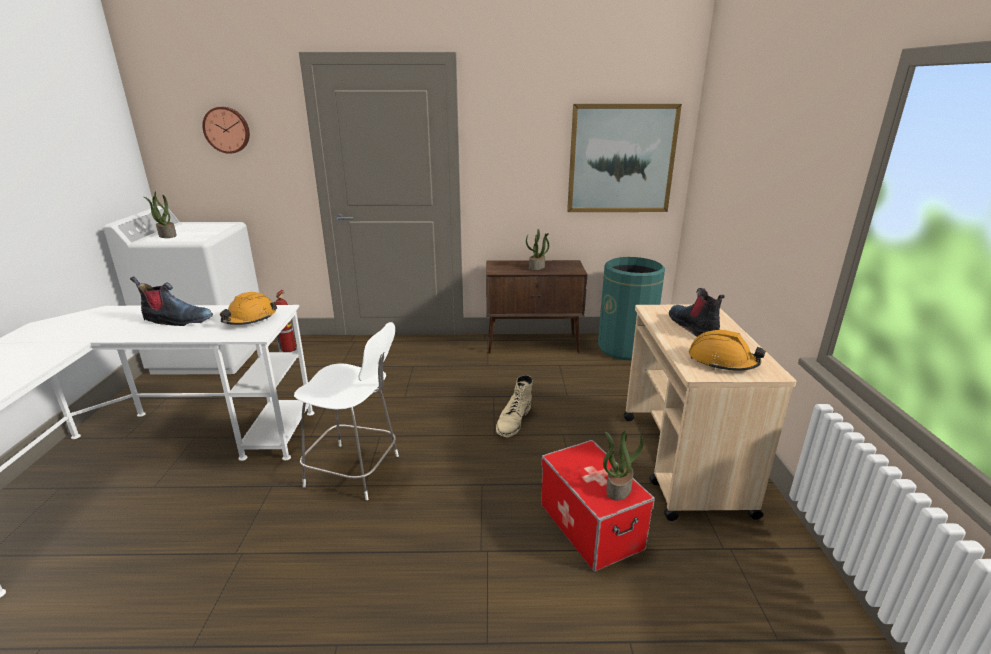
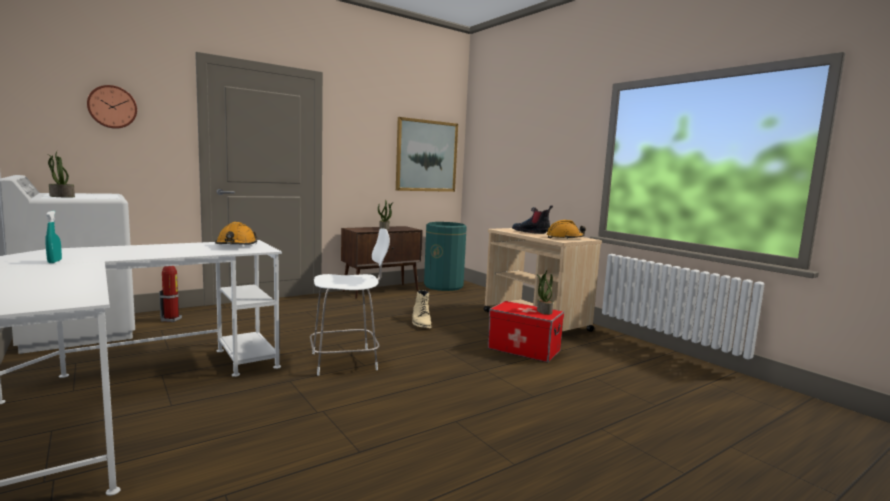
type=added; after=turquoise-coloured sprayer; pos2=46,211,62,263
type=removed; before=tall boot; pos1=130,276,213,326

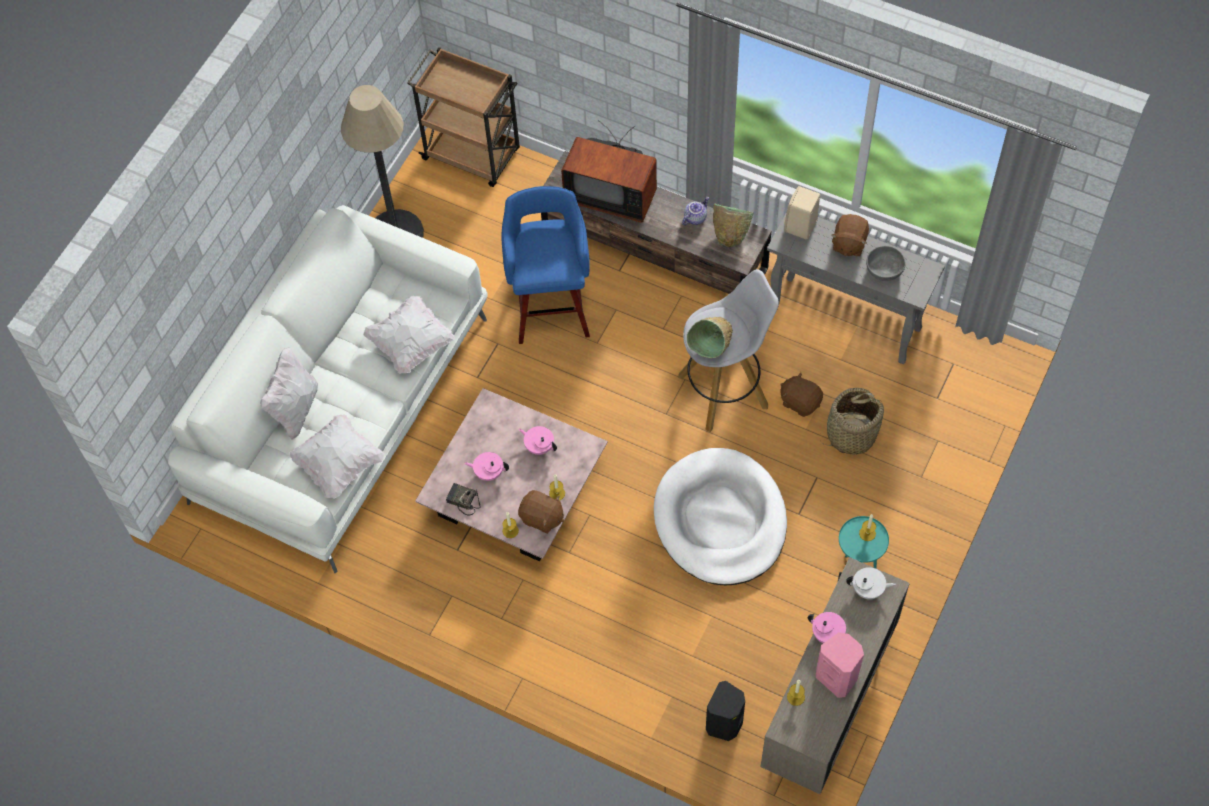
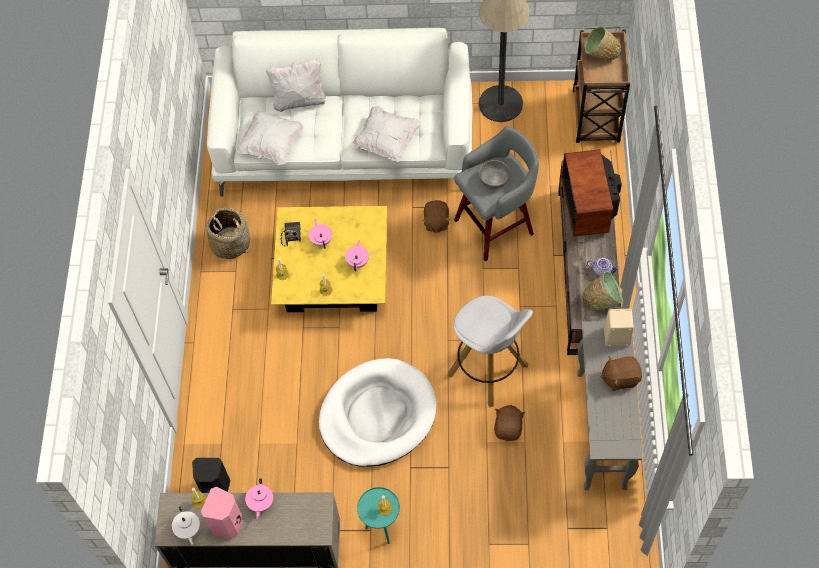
type=moved; before=whitish pot for tea; pos1=846,567,896,599; pos2=172,506,200,545
type=moved; before=basket; pos1=821,388,884,454; pos2=206,208,250,259
type=recoloured; before=pink coffee table; after=yellow coffee table; pos1=415,388,608,561; pos2=271,206,387,313
type=moved; before=brown plush toy; pos1=518,490,564,534; pos2=422,200,450,233
type=recoloured; before=bluish sitting stool; after=gray sitting stool; pos1=501,186,590,344; pos2=454,126,539,261
type=moved; before=gray serving bowl; pos1=866,246,906,281; pos2=479,160,510,189
type=moved; before=green-coloured serving bowl; pos1=687,317,733,358; pos2=584,27,621,60

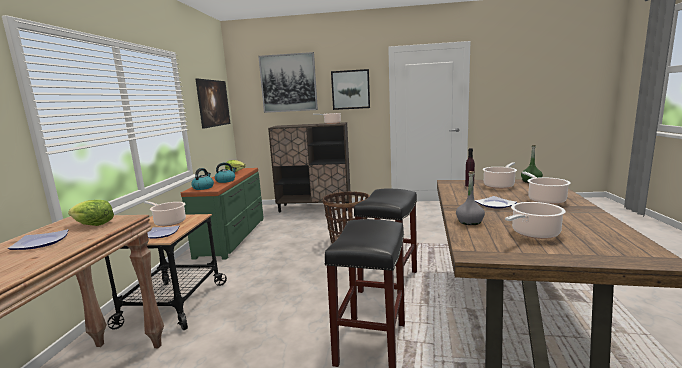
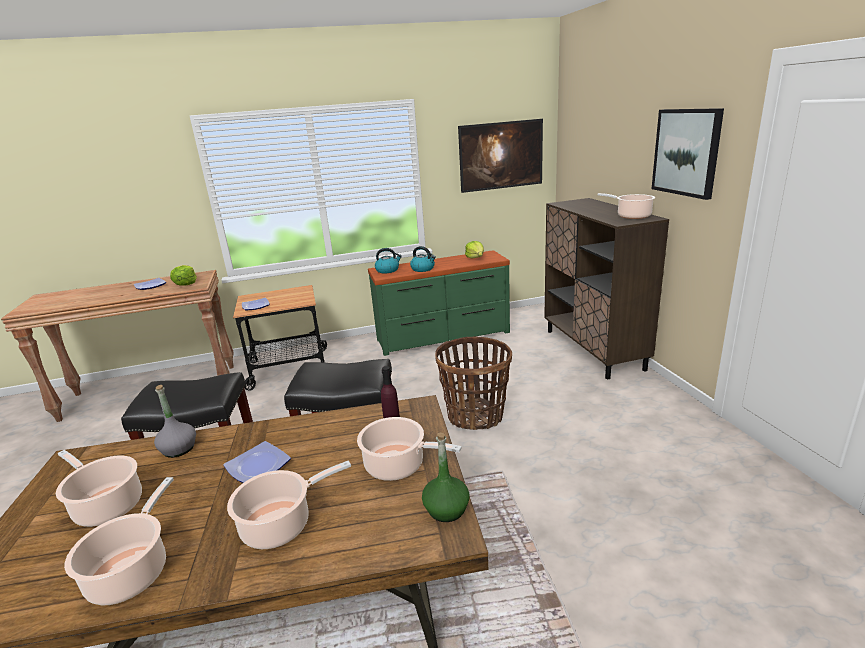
type=moved; before=cooking pot; pos1=144,201,186,226; pos2=64,477,174,605
type=removed; before=picture; pos1=258,52,318,113

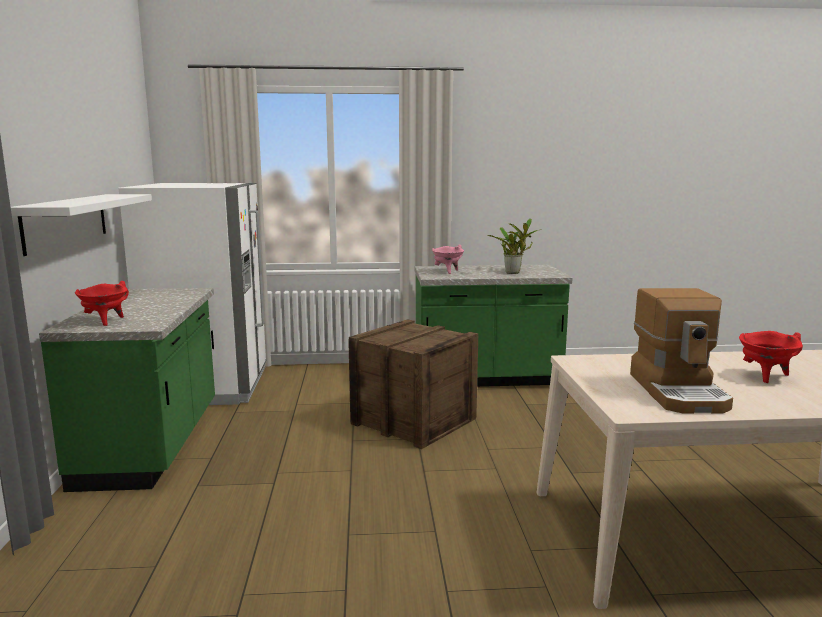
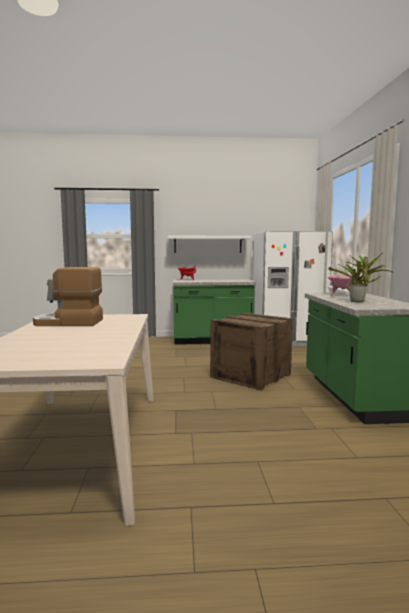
type=removed; before=red-coloured cooking pot; pos1=739,331,803,383

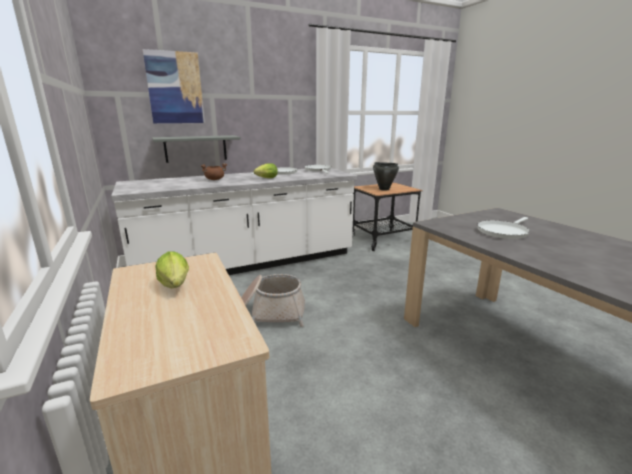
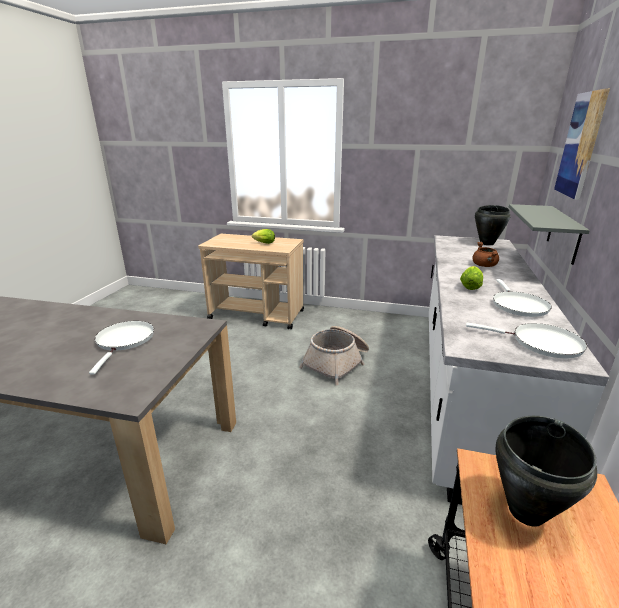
type=added; after=black cooking pot; pos2=475,205,511,245

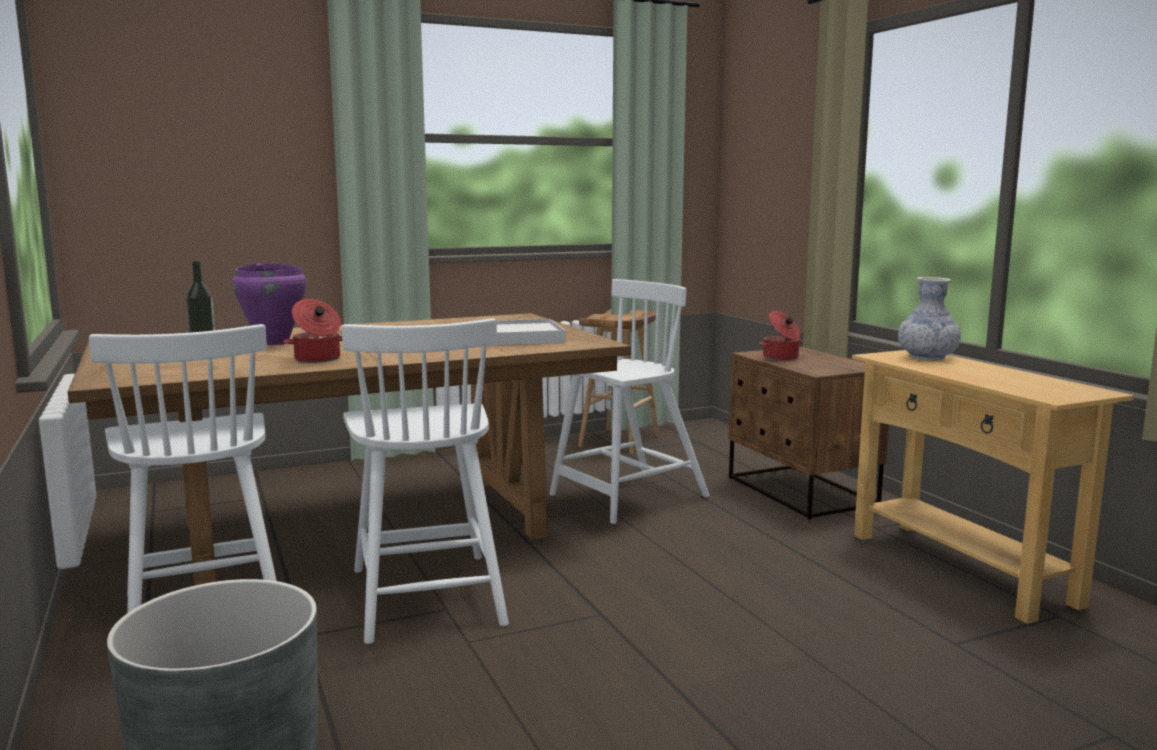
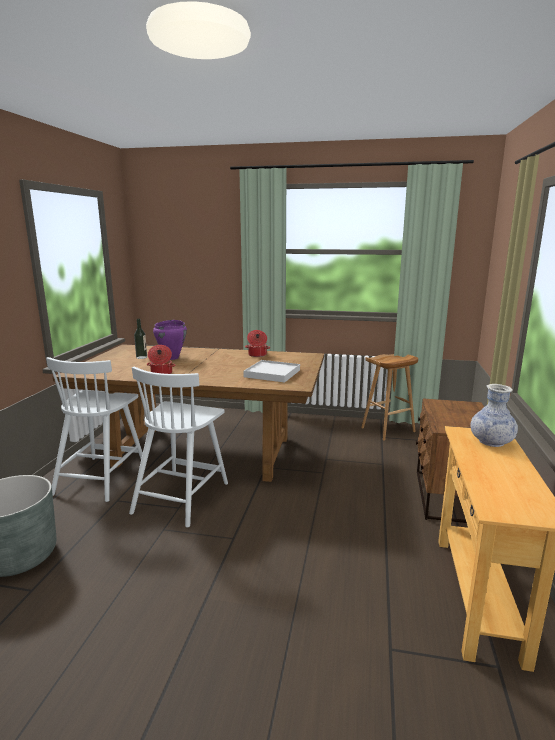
type=moved; before=cooking pot; pos1=759,311,804,361; pos2=245,330,270,357
type=removed; before=whitish chair; pos1=549,279,710,524

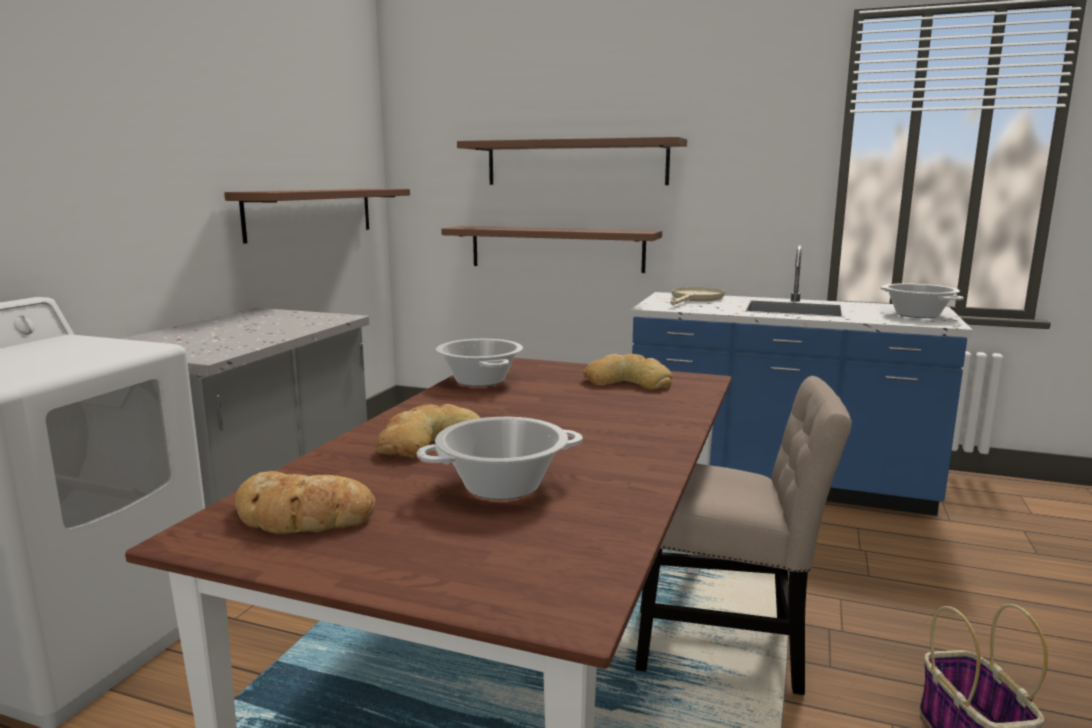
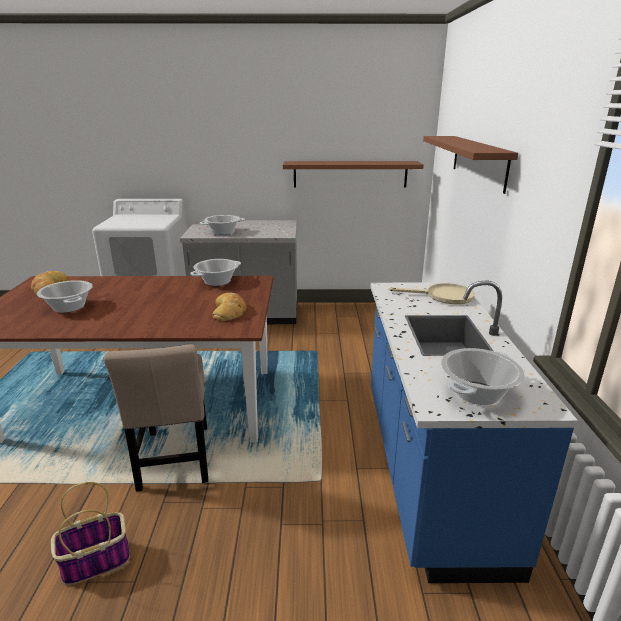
type=added; after=cooking pot; pos2=200,215,245,235
type=removed; before=baked bread; pos1=376,404,480,458
type=removed; before=brown wall shelf; pos1=441,226,662,273

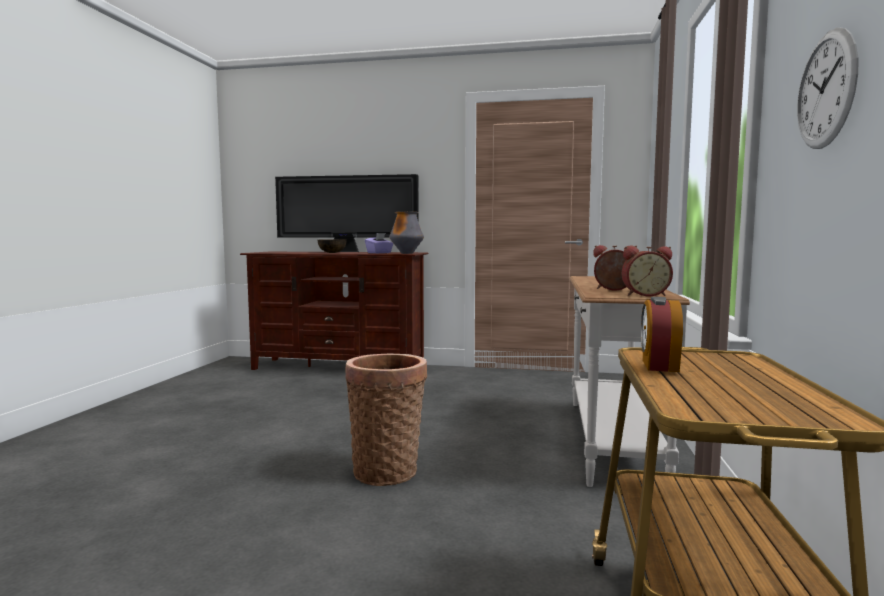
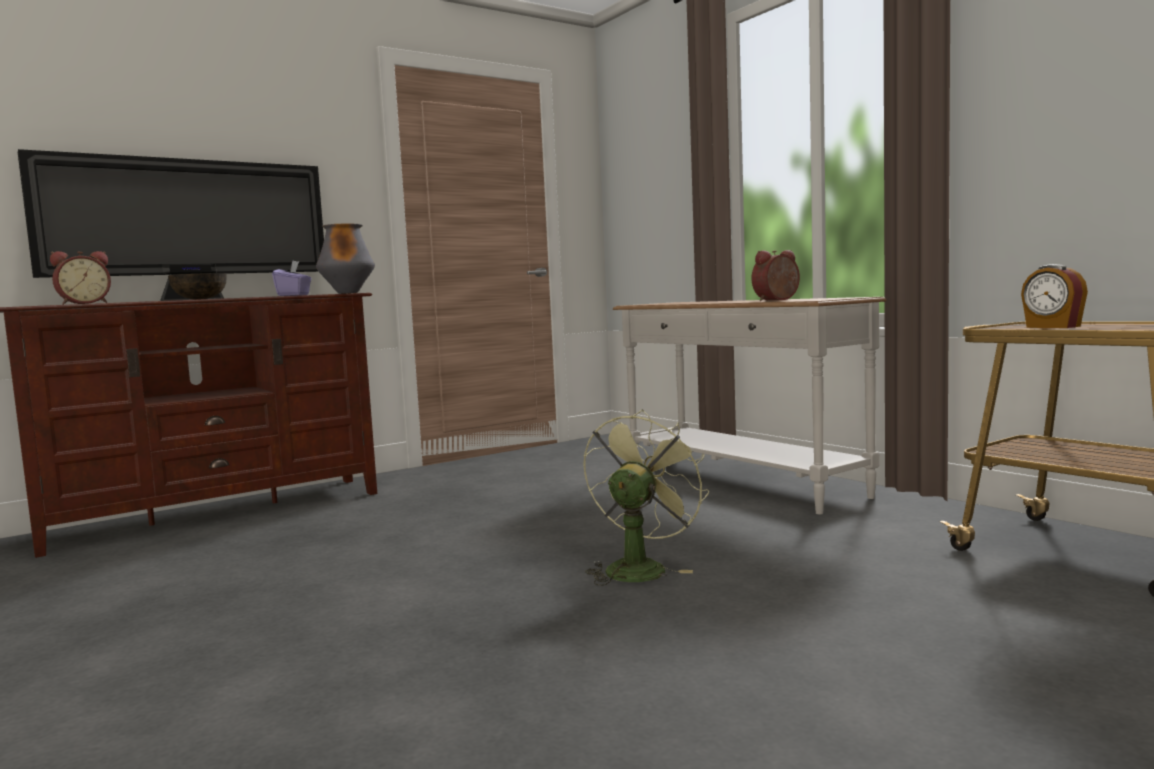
type=moved; before=alarm clock; pos1=622,246,673,296; pos2=50,251,111,305
type=replaced; before=basket; after=green-coloured fan; pos1=346,354,427,486; pos2=583,409,709,586
type=removed; before=hanging clock; pos1=797,27,858,149

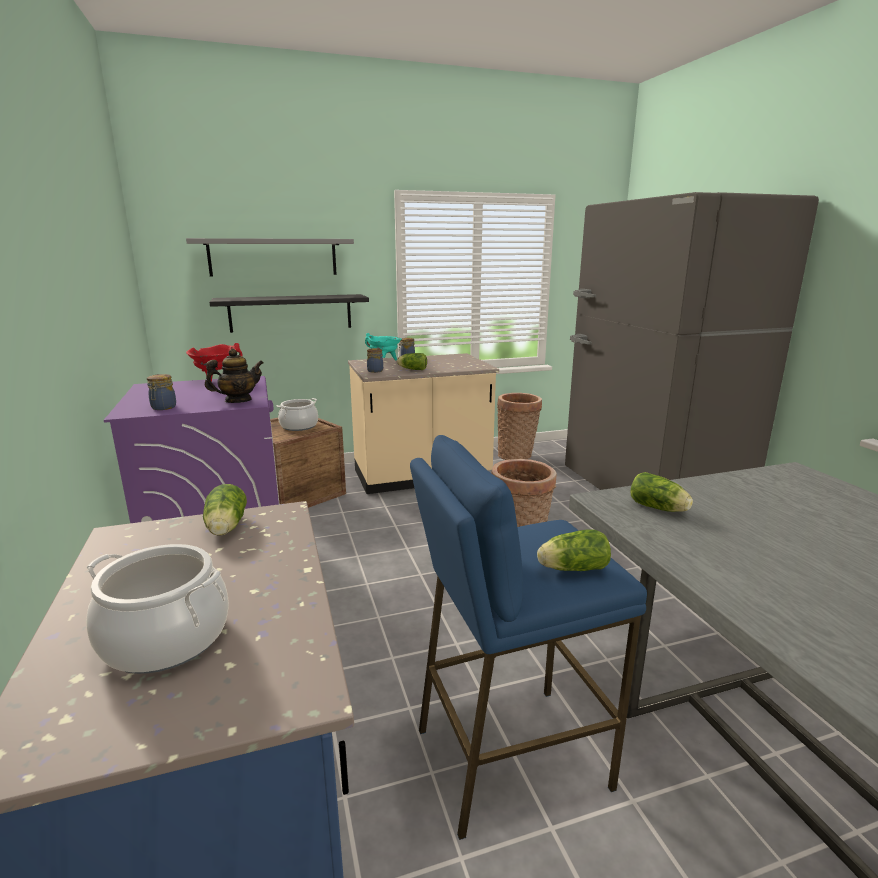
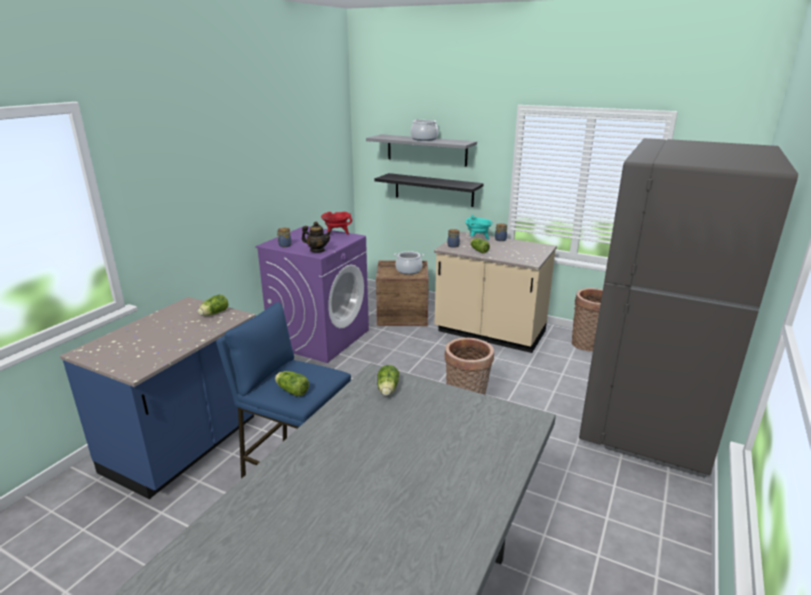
type=moved; before=cooking pot; pos1=86,544,229,674; pos2=410,119,439,141

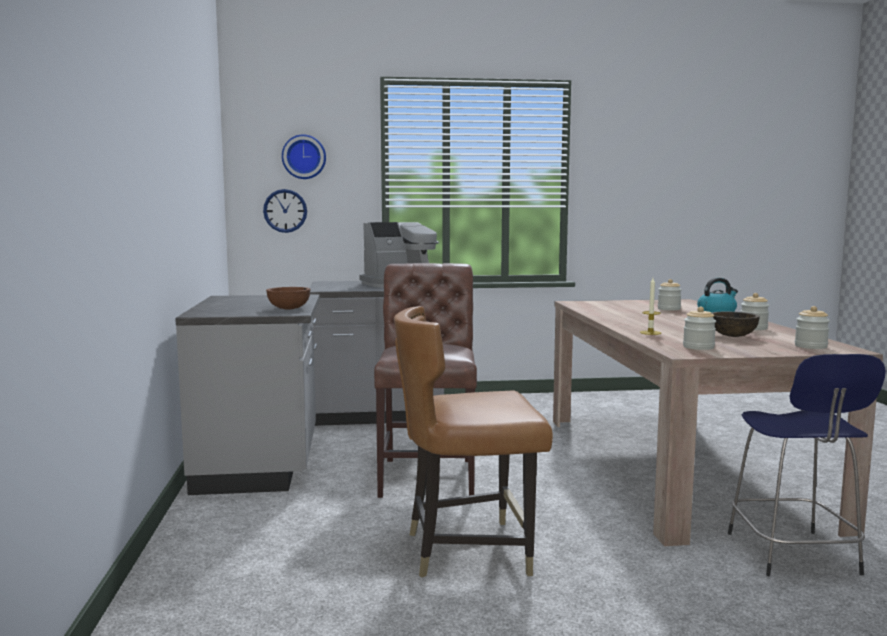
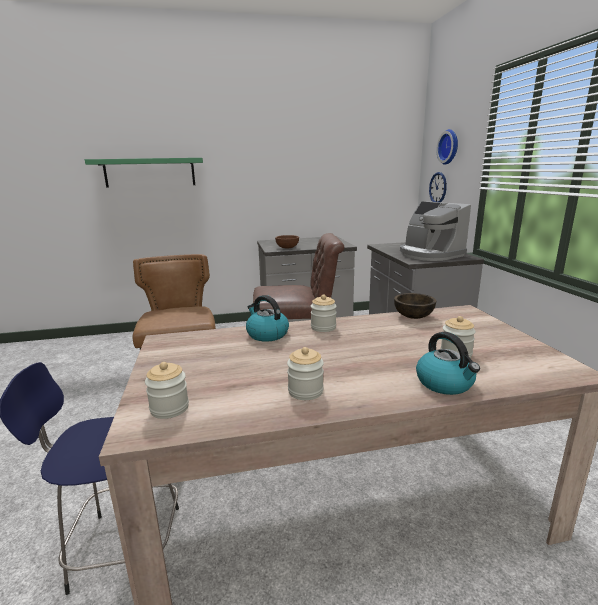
type=added; after=green-coloured wall shelf; pos2=85,158,203,188
type=replaced; before=wax candle; after=kettle; pos1=640,278,661,335; pos2=246,295,289,342
type=moved; before=storage jar; pos1=683,307,716,350; pos2=311,295,337,332
type=moved; before=brown serving bowl; pos1=712,312,760,337; pos2=394,293,436,319

